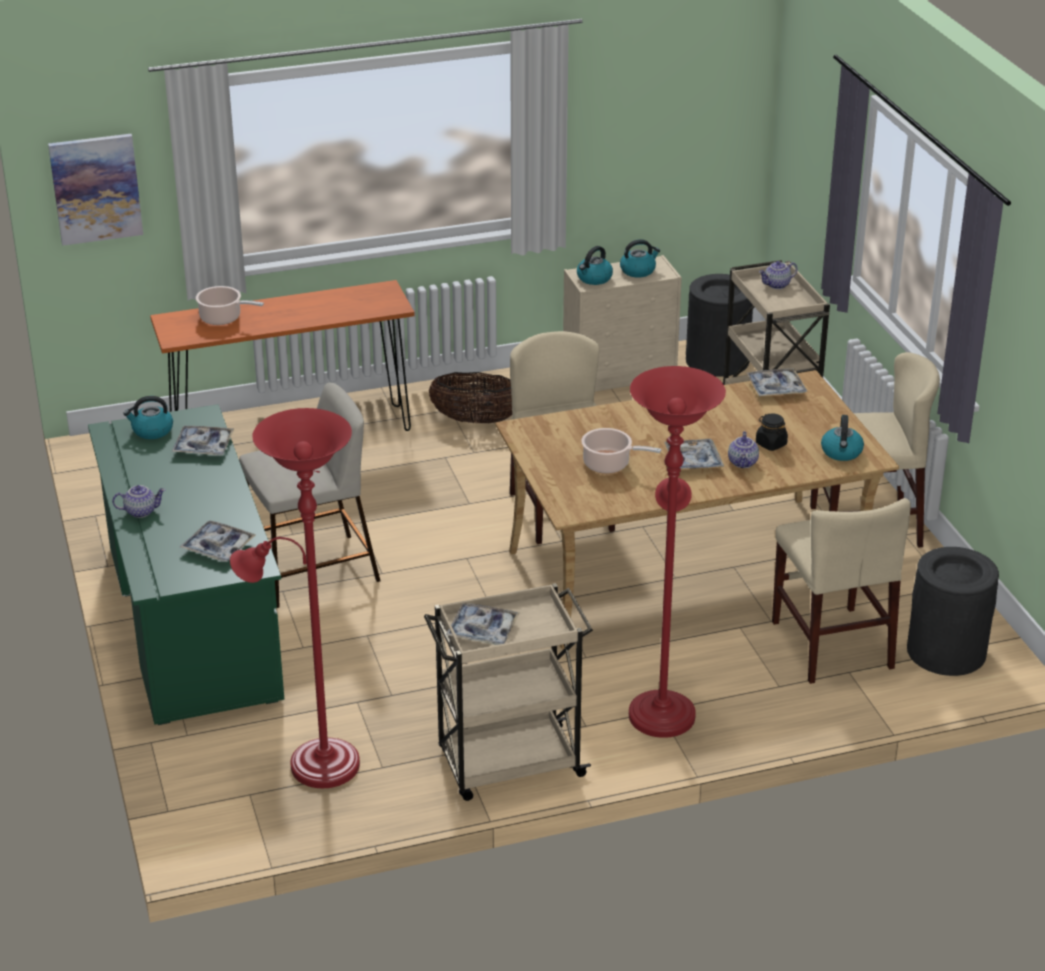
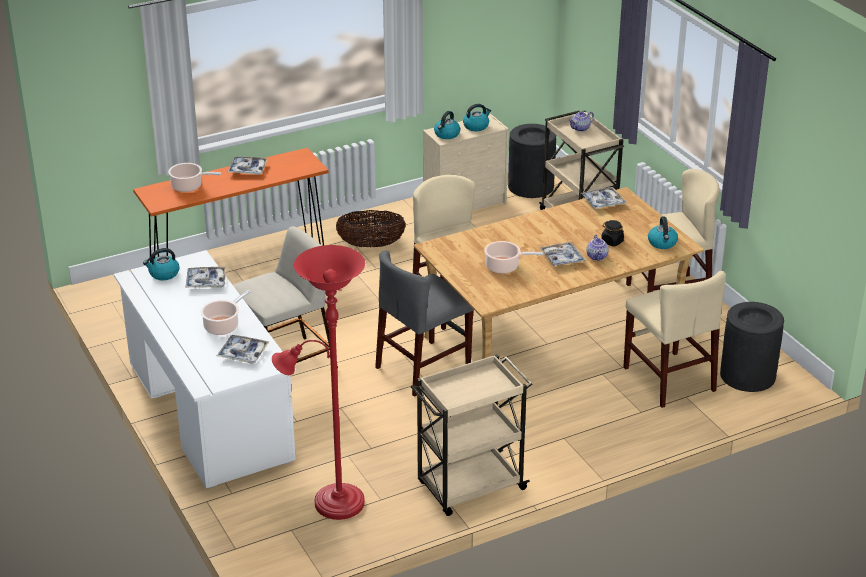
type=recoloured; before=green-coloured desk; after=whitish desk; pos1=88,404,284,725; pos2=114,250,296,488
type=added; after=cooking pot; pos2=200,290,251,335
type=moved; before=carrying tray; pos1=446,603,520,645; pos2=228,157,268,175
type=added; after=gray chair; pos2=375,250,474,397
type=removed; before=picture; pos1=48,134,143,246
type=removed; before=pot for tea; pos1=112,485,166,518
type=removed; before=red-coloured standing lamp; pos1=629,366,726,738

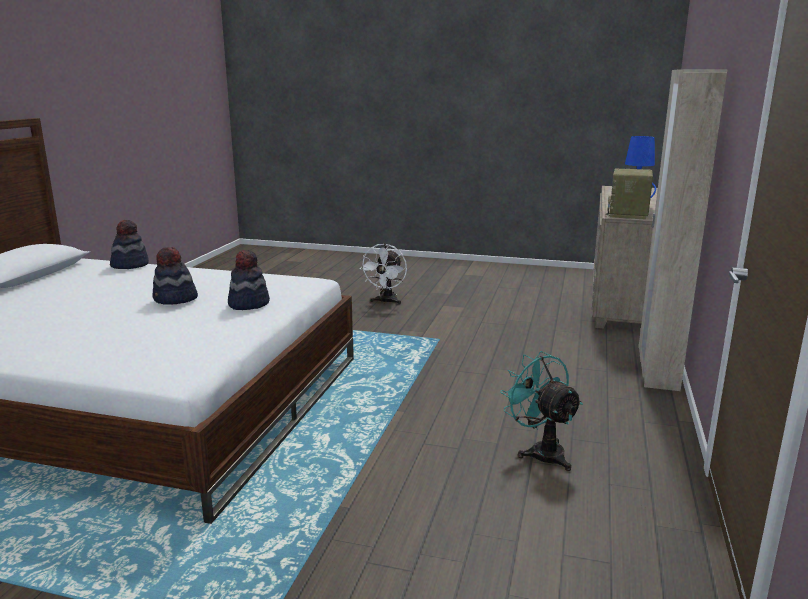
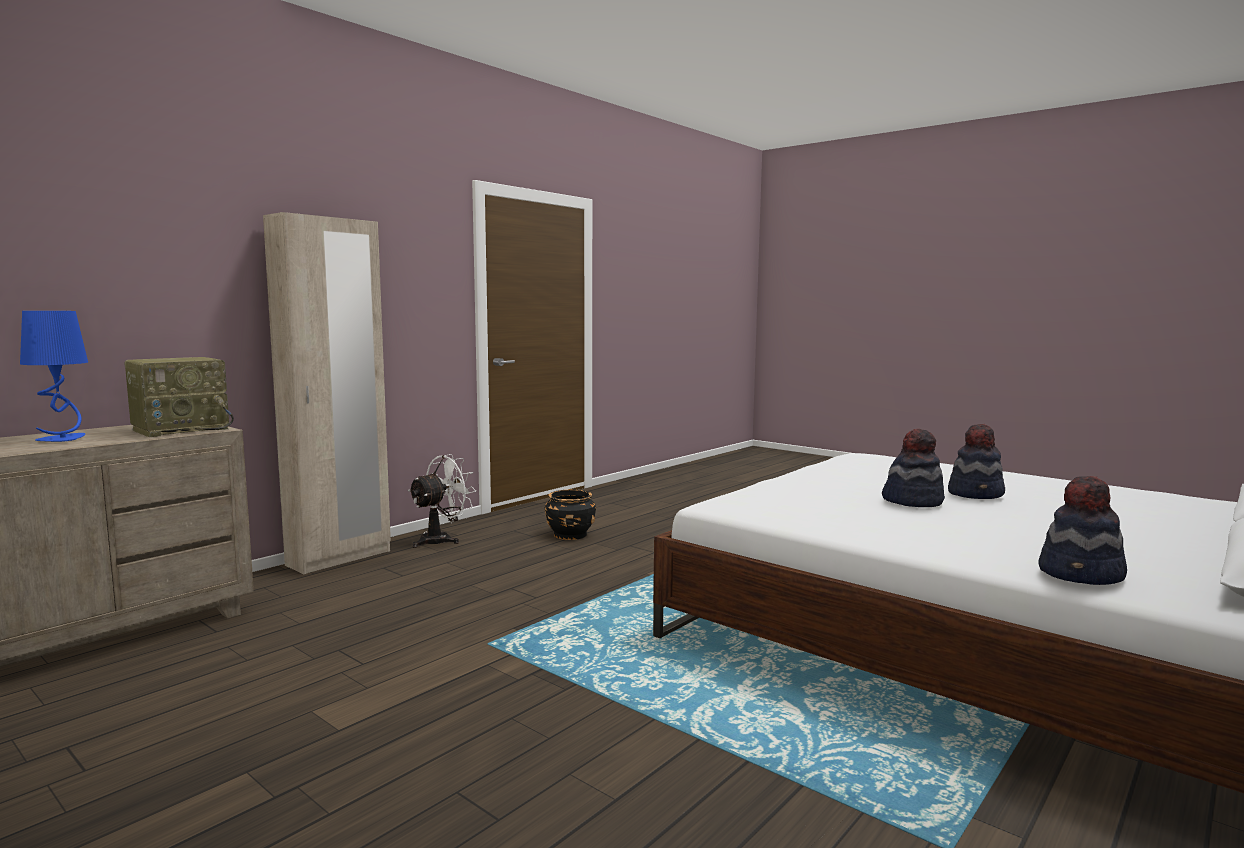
type=moved; before=whitish fan; pos1=360,243,407,305; pos2=408,454,476,548
type=replaced; before=turquoise-coloured fan; after=black plant pot; pos1=500,351,583,471; pos2=545,490,596,540
type=moved; before=hat; pos1=228,250,270,310; pos2=948,424,1005,499

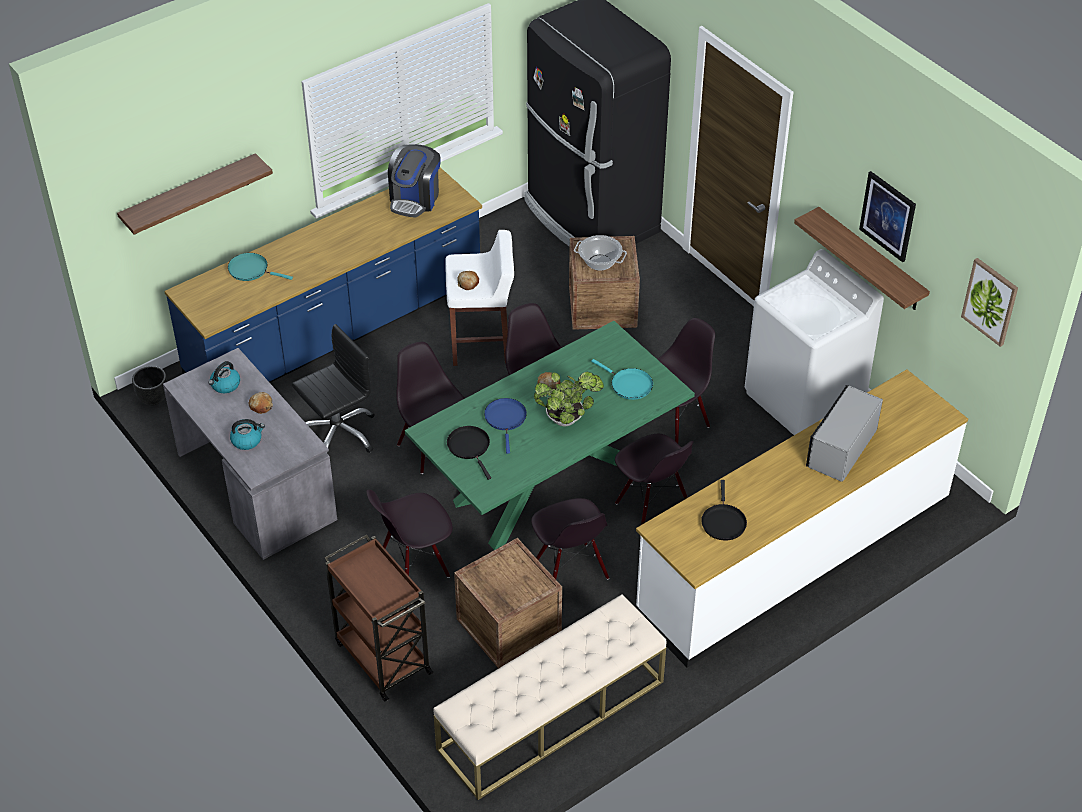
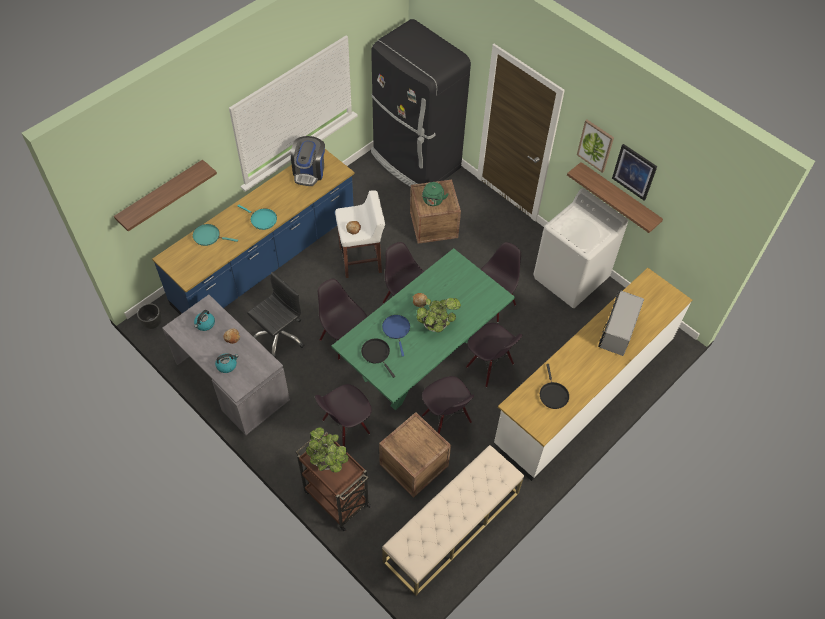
type=moved; before=turquoise-coloured pan; pos1=591,359,653,400; pos2=238,205,277,230
type=added; after=plant in a pot; pos2=306,427,349,473
type=replaced; before=cooking pot; after=green-coloured kettle; pos1=574,235,627,271; pos2=422,182,449,206
type=moved; before=picture; pos1=961,258,1018,347; pos2=577,120,614,173

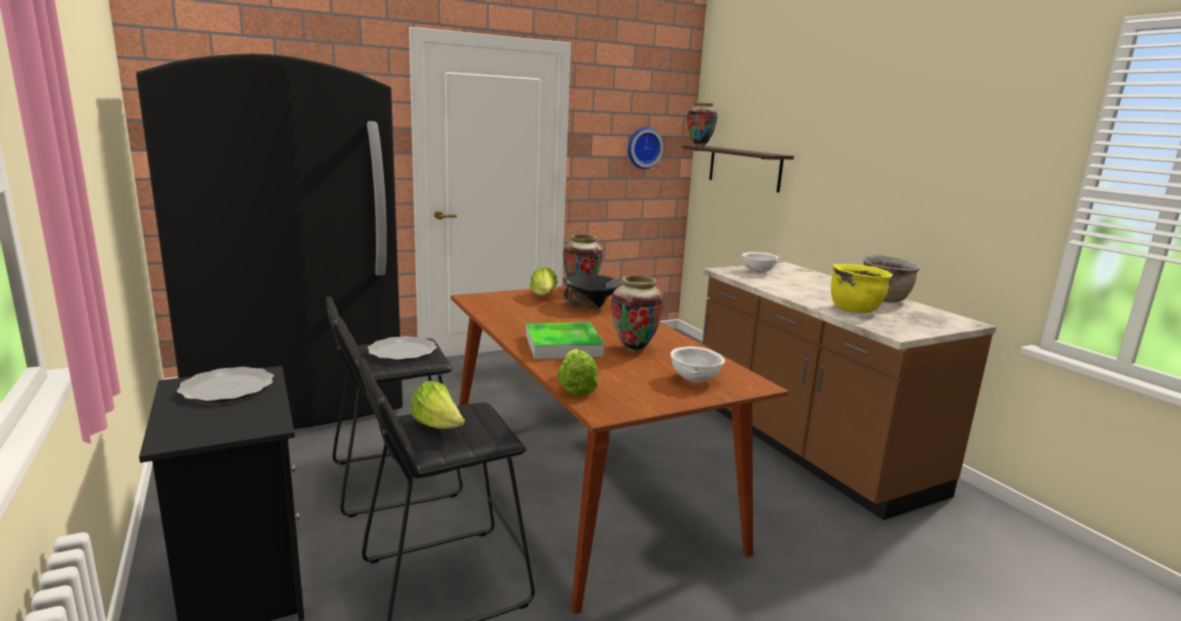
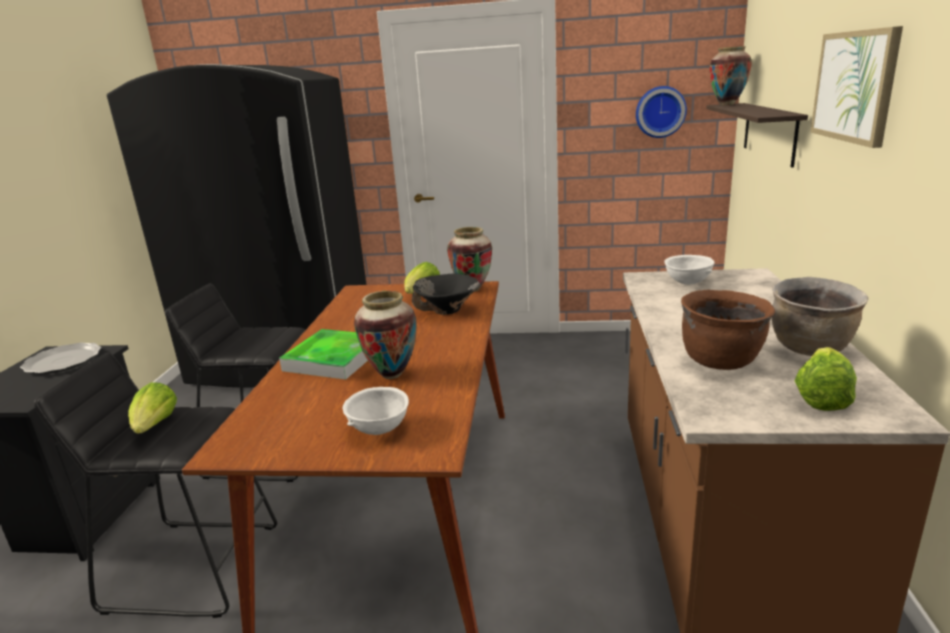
type=recoloured; before=yellow cooking pot; after=brown cooking pot; pos1=831,264,893,313; pos2=681,290,775,370
type=moved; before=lettuce; pos1=557,349,598,396; pos2=795,347,857,411
type=added; after=picture; pos2=810,26,903,148
type=removed; before=plate; pos1=368,336,437,361

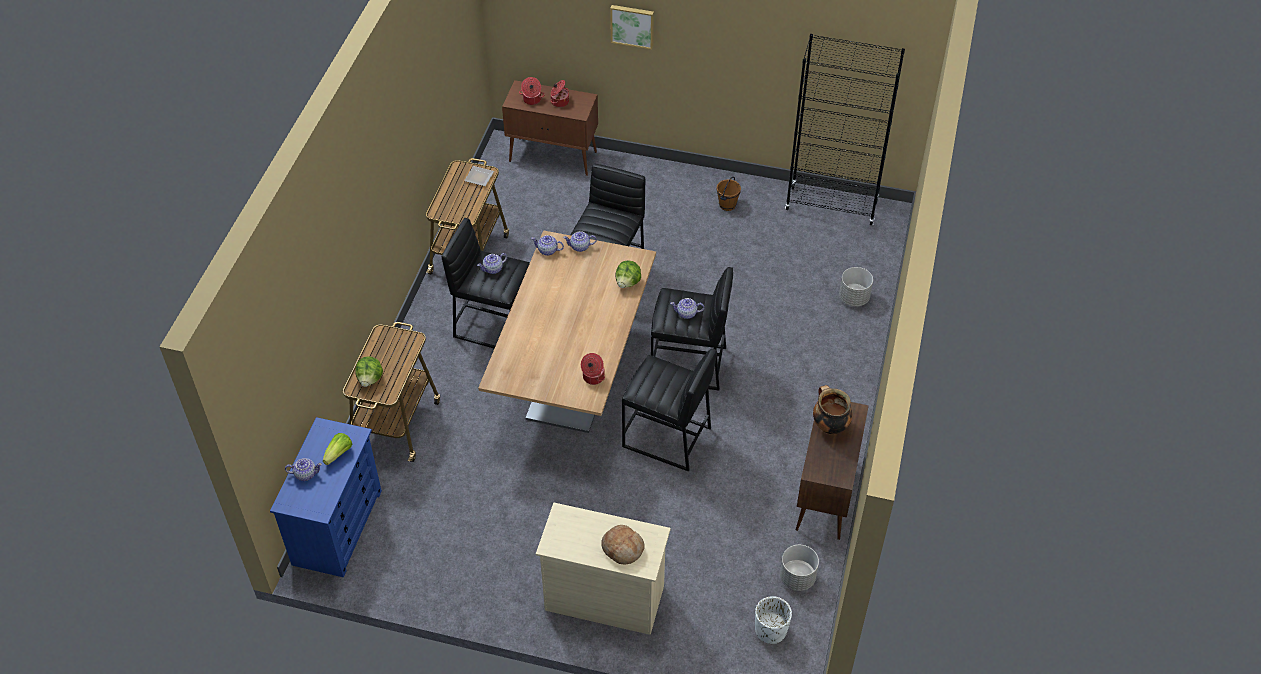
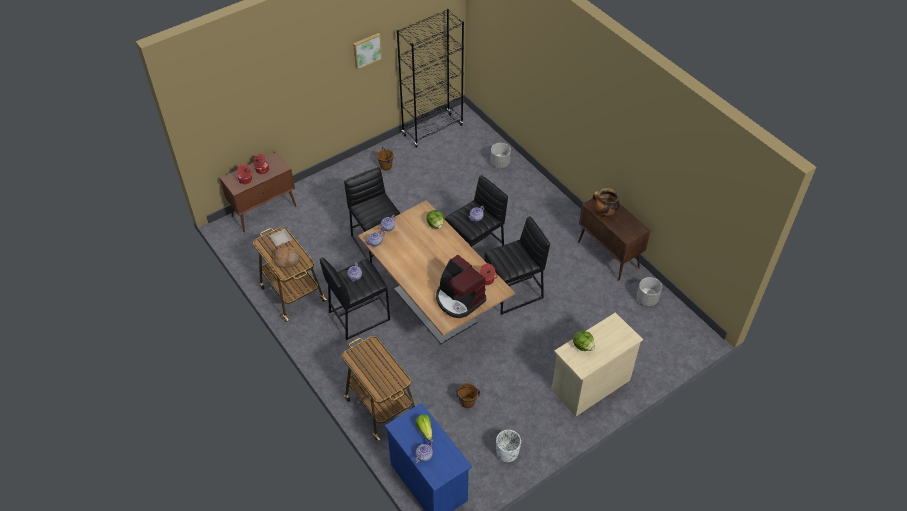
type=moved; before=baked bread; pos1=601,525,645,565; pos2=274,246,300,268
type=moved; before=picture; pos1=610,5,654,49; pos2=353,33,383,70
type=added; after=coffee brewer; pos2=436,255,486,318
type=added; after=brown pail; pos2=456,383,480,408
type=moved; before=whitish plant pot; pos1=755,596,792,644; pos2=496,430,521,462
type=moved; before=lettuce; pos1=355,356,383,387; pos2=573,331,595,351

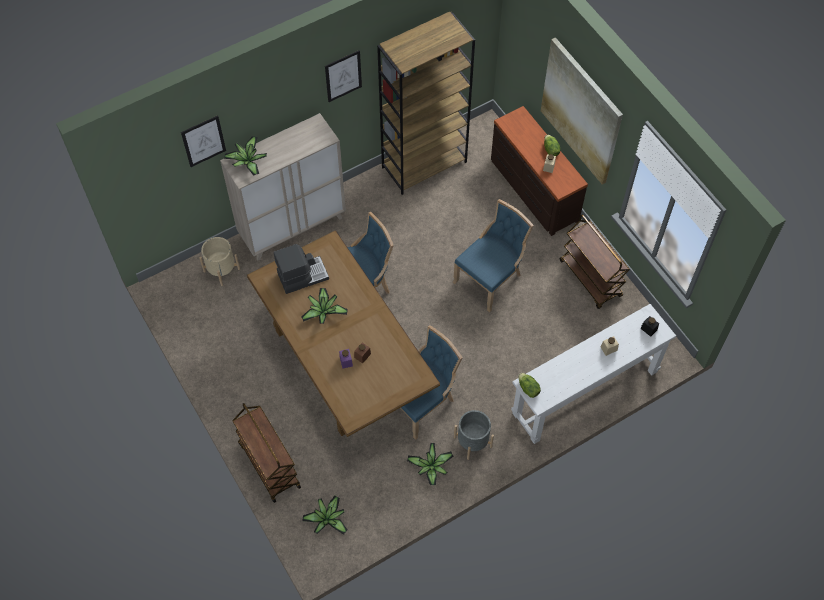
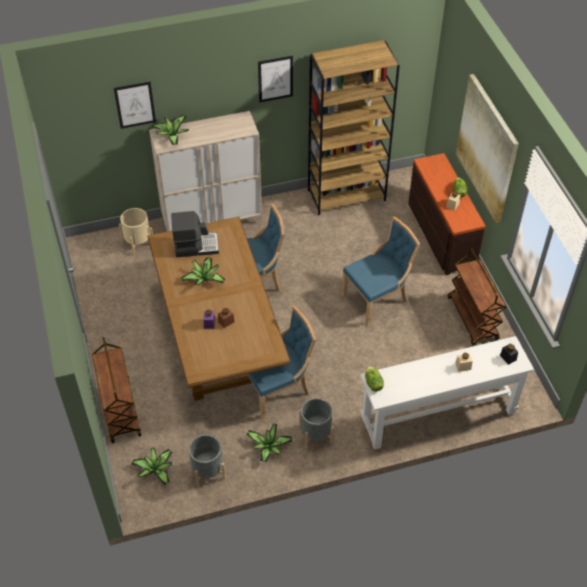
type=added; after=gray plant pot; pos2=188,434,226,487

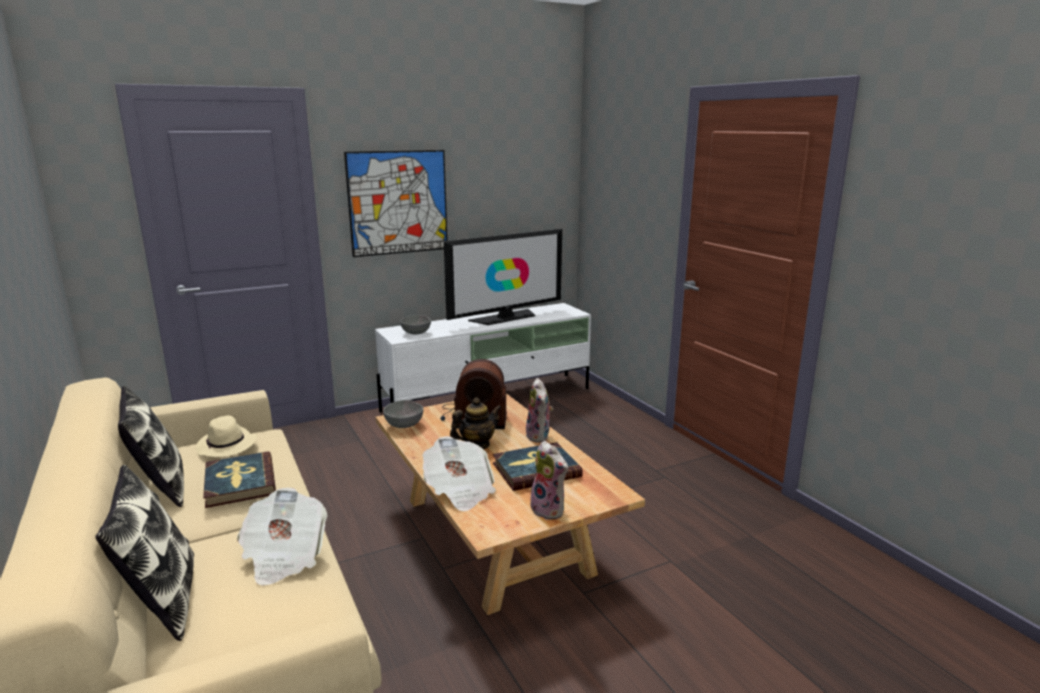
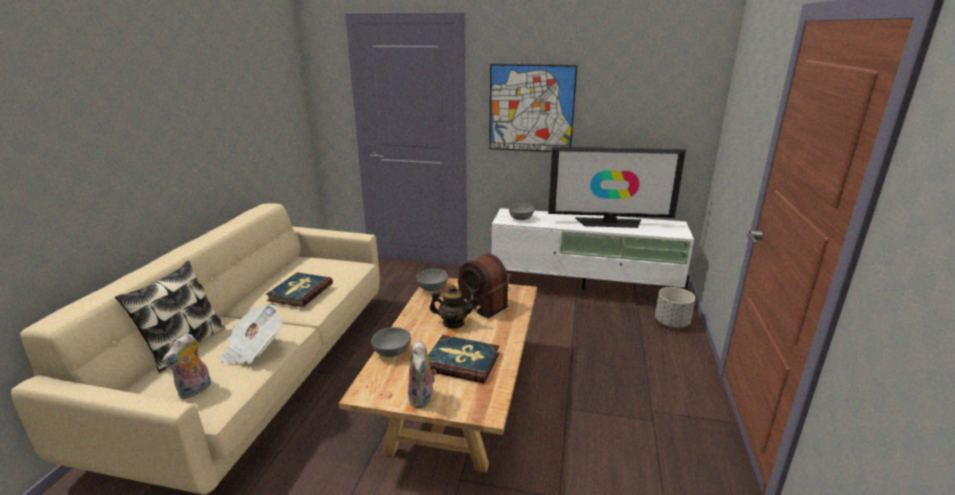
type=moved; before=plush toy; pos1=526,378,553,443; pos2=162,333,211,399
type=replaced; before=newspaper; after=gray serving bowl; pos1=422,436,496,512; pos2=371,327,411,357
type=added; after=gray plant pot; pos2=655,287,695,328
type=removed; before=pillow; pos1=118,386,184,507
type=removed; before=beige hat; pos1=196,415,257,457

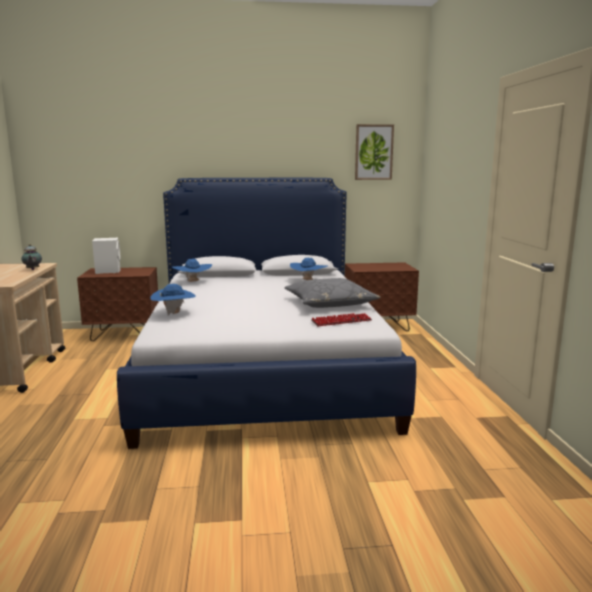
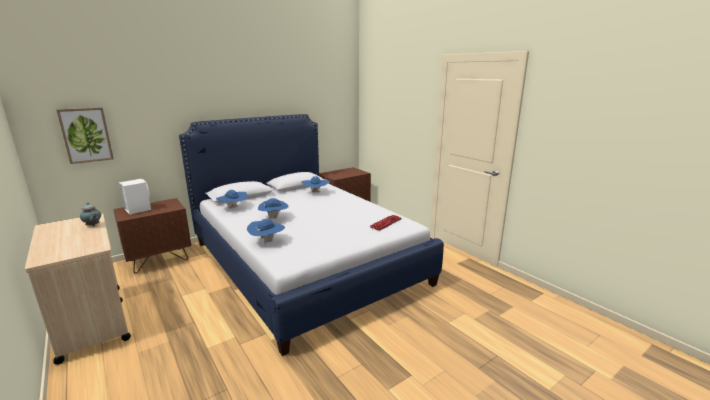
type=moved; before=picture; pos1=355,124,394,180; pos2=57,107,114,164
type=added; after=bluish hat; pos2=258,198,288,219
type=removed; before=gray pillow; pos1=284,278,381,308

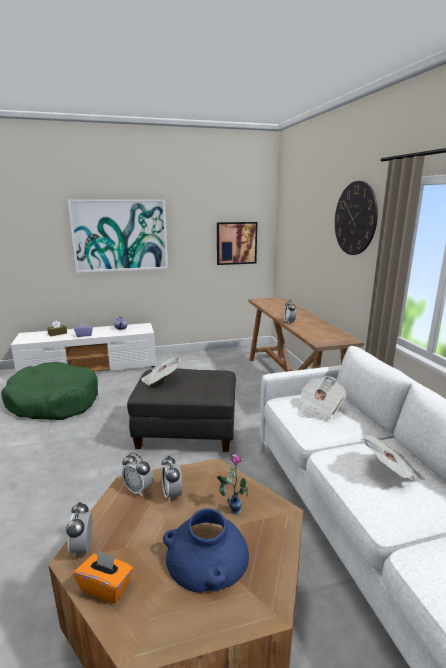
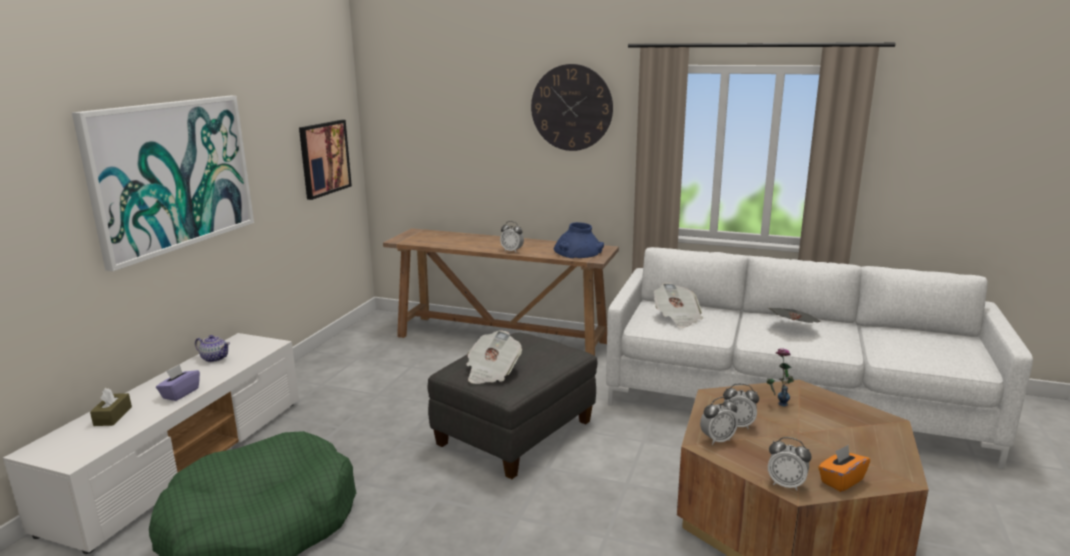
type=moved; before=bluish vase; pos1=163,508,249,593; pos2=554,222,604,258

